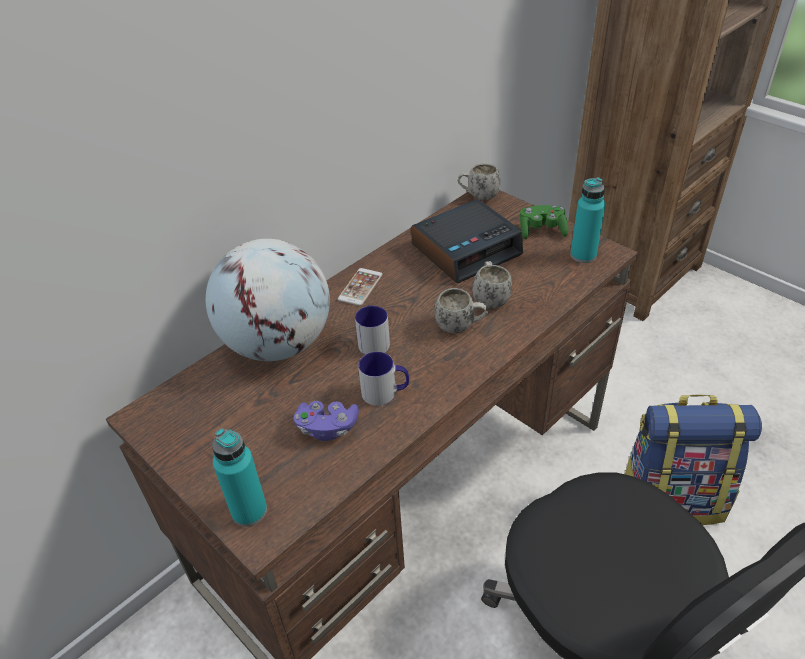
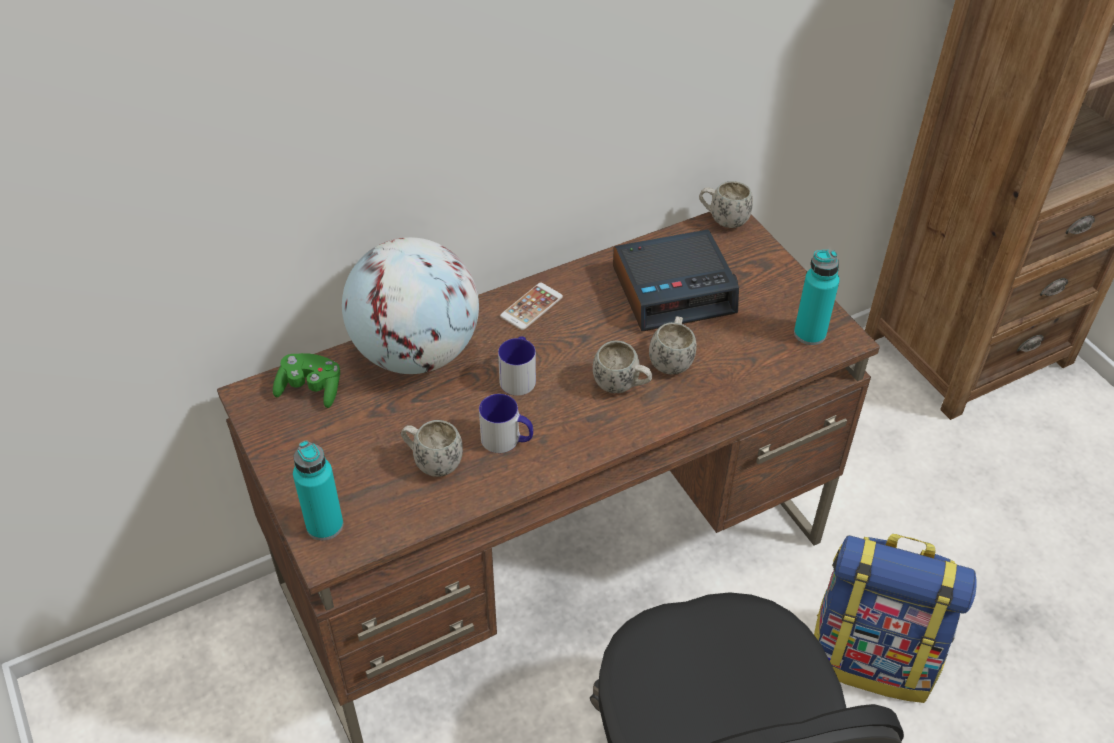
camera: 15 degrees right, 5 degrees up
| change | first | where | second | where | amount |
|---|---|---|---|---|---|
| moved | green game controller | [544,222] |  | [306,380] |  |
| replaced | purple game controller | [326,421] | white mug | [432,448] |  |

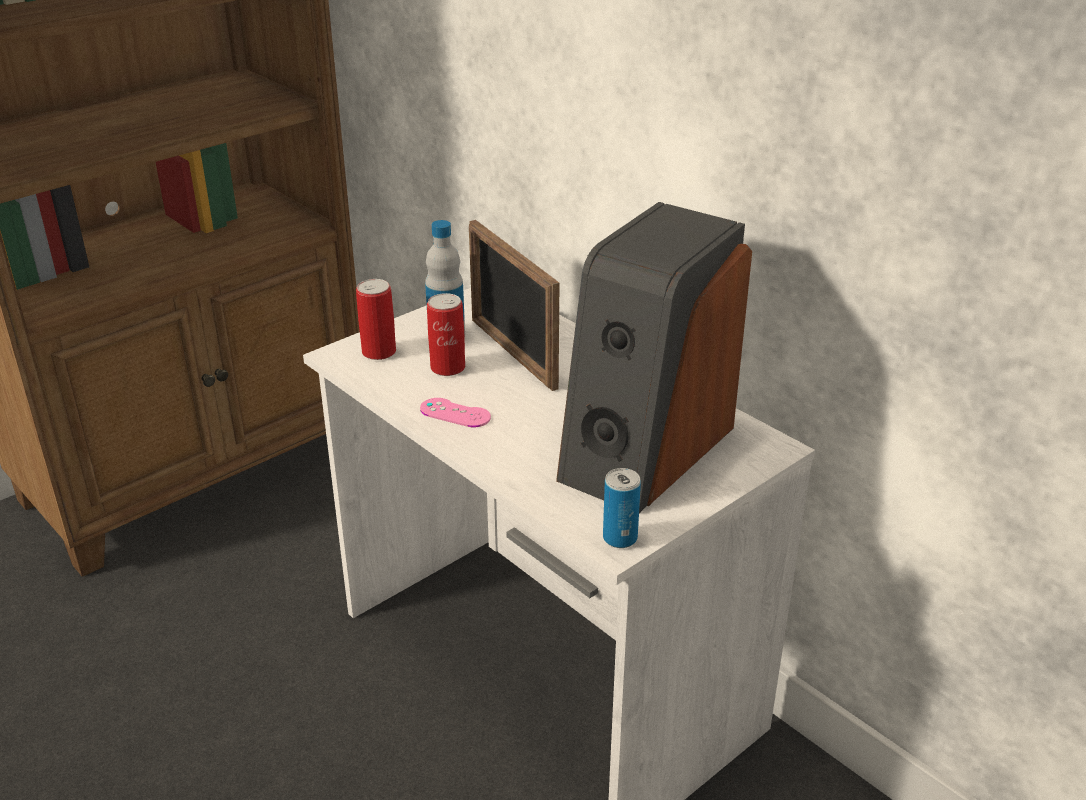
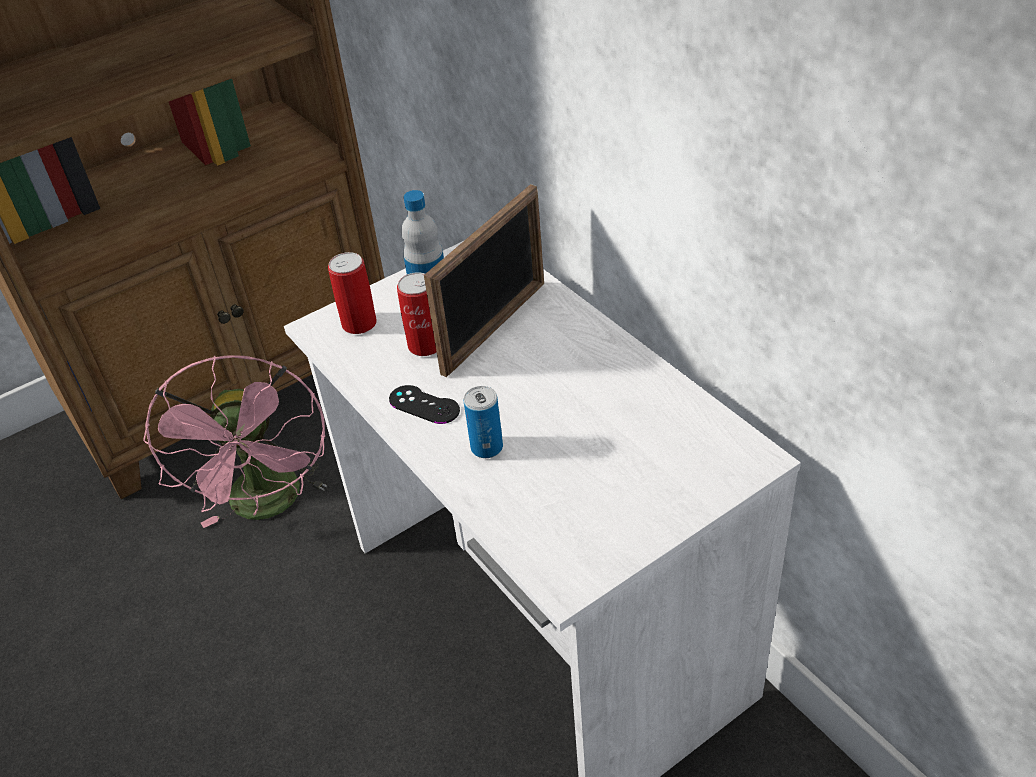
camera: 10 degrees right, 10 degrees up
| change | first | where | second | where | amount |
|---|---|---|---|---|---|
| removed | speaker | [654,357] |  |  |  |
| added |  |  | pink fan | [235,441] |  |
| moved | can | [622,508] |  | [483,422] |  |
| recoloured | pink game controller | [455,412] | black game controller | [424,404] |  |
| turned | picture frame | [514,305] |  | [484,280] | 120 degrees counterclockwise |

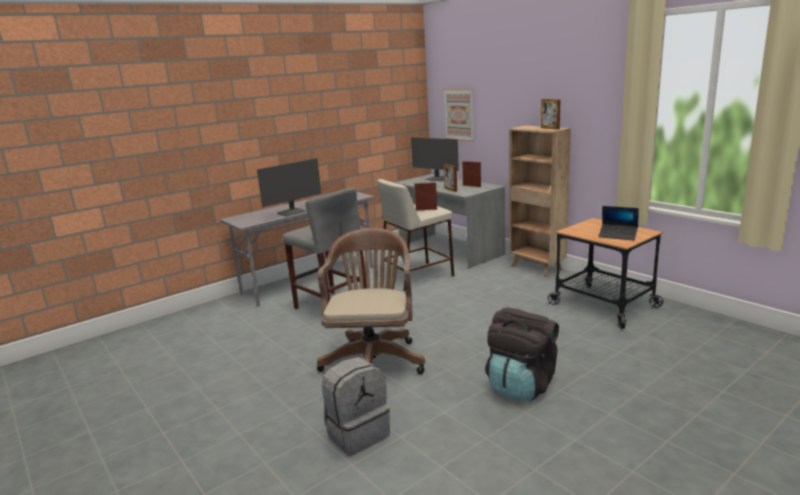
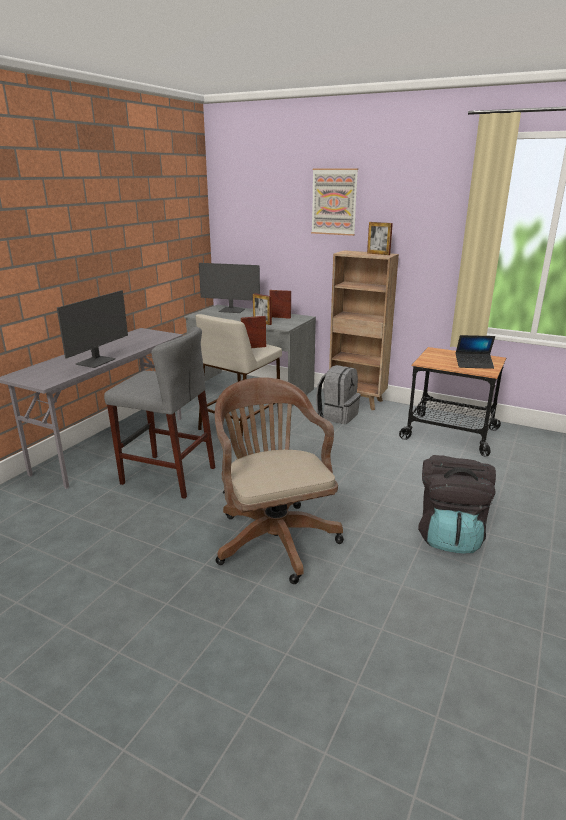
camera: 25 degrees left, 5 degrees up
| change | first | where | second | where | amount |
|---|---|---|---|---|---|
| moved | grey backpack | [356,406] |  | [338,394] |  |
| moved | picture | [459,115] |  | [334,202] |  |

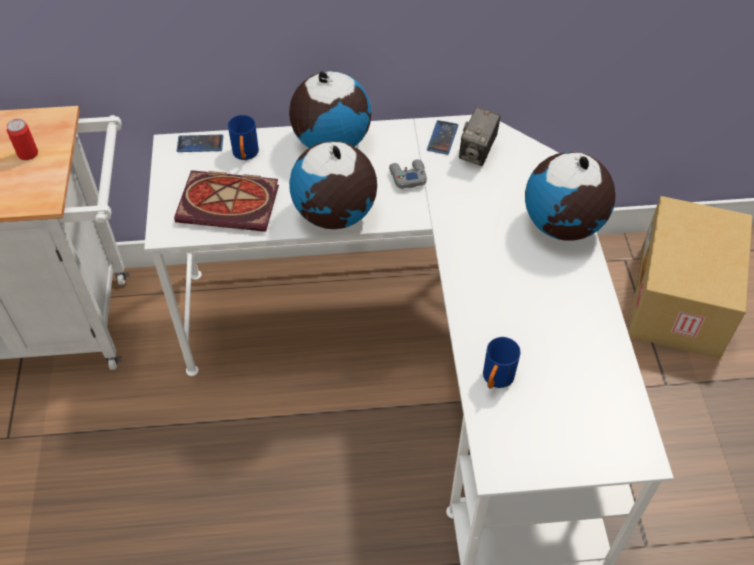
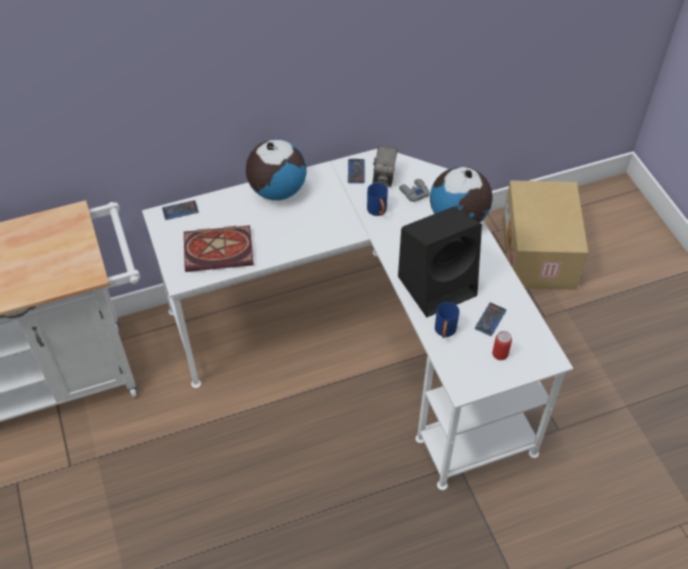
camera: 15 degrees left, 0 degrees up
| change | first | where | second | where | amount |
|---|---|---|---|---|---|
| removed | globe | [333,185] |  |  |  |
| added |  |  | black speaker | [440,262] |  |
| added |  |  | phone | [491,319] |  |
| moved | can | [22,139] |  | [502,345] |  |
| moved | blue mug | [243,137] |  | [377,199] |  |
| moved | grey game controller | [408,174] |  | [414,190] |  |

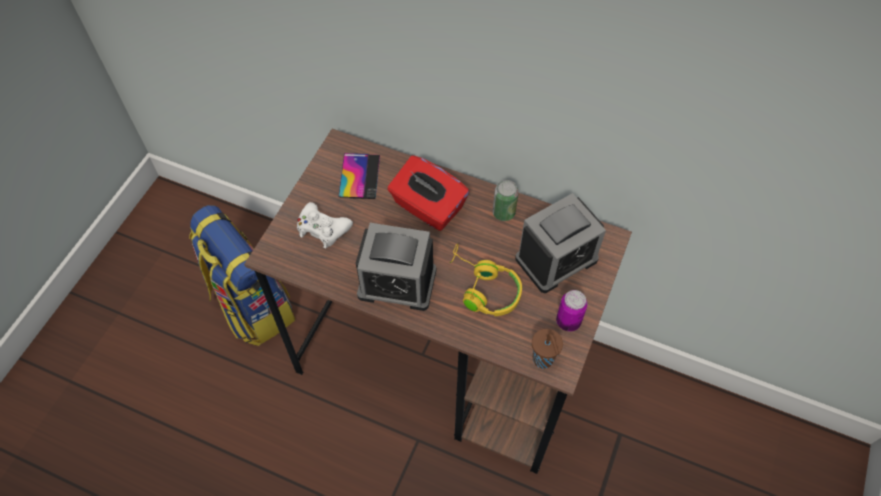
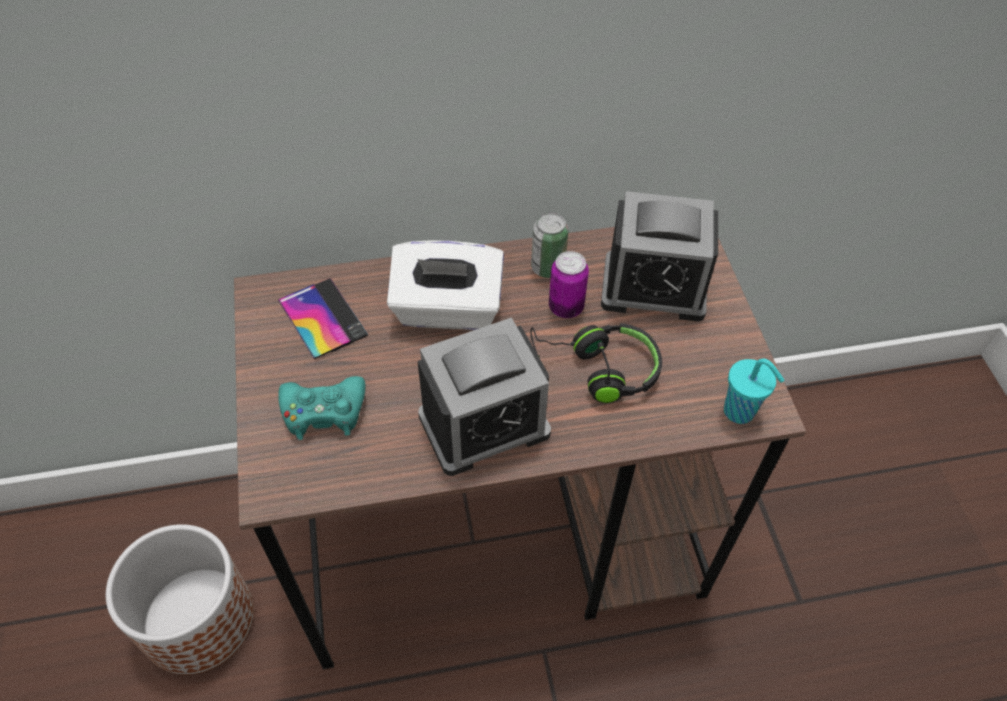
camera: 35 degrees left, 5 degrees down
| change | first | where | second | where | amount |
|---|---|---|---|---|---|
| moved | can | [572,311] |  | [569,284] |  |
| replaced | backpack | [242,275] | planter | [180,599] |  |
| recoloured | white game controller | [325,225] | turquoise game controller | [322,408] |  |
| recoloured | red tissue box | [428,193] | white tissue box | [445,285] |  |
| recoloured | yellow headphones | [486,280] | black headphones | [596,363] |  |
| recoloured | brown cup | [547,349] | turquoise cup | [754,391] |  |
| turned | alarm clock | [560,243] |  | [659,256] | 75 degrees clockwise |

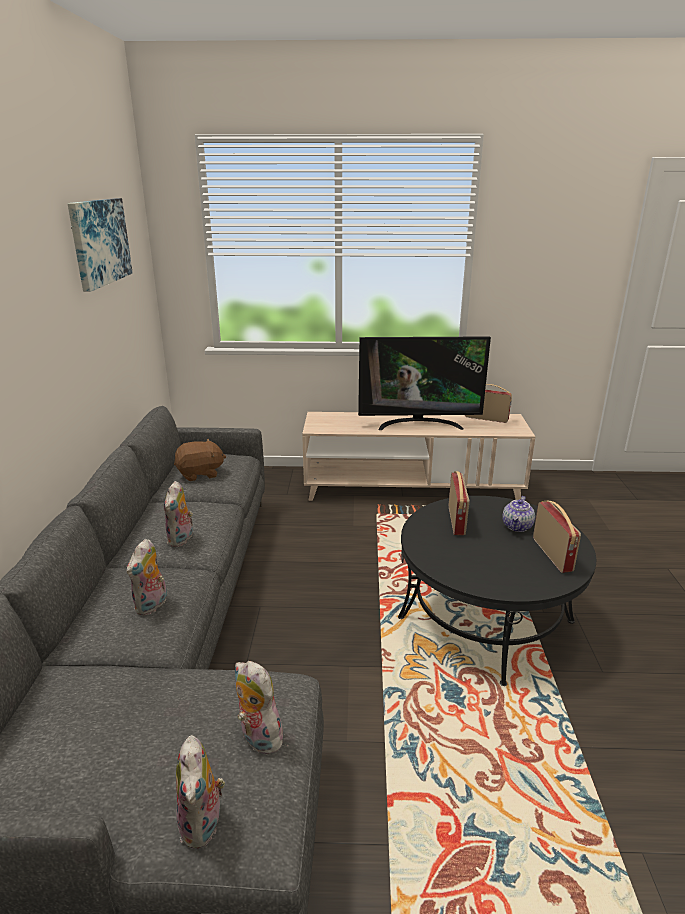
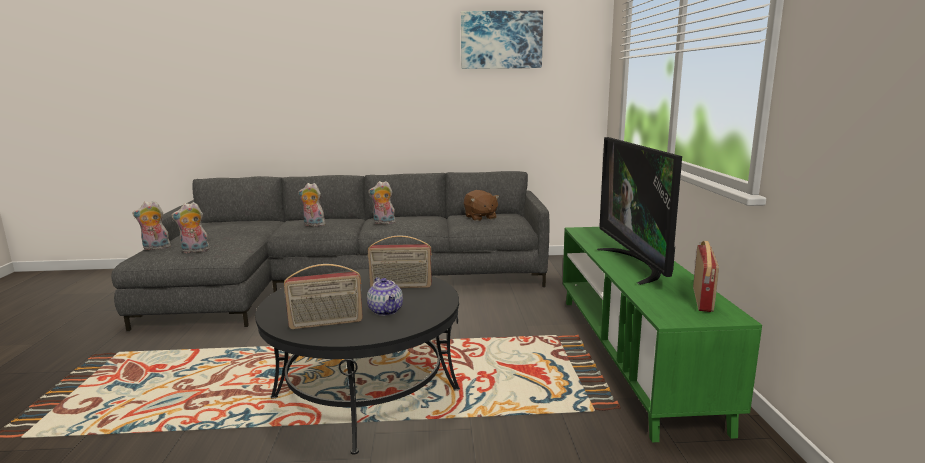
camera: 85 degrees right, 10 degrees down
| change | first | where | second | where | amount |
|---|---|---|---|---|---|
| recoloured | beige tv stand | [418,456] | green tv stand | [662,335] |  |
| turned | plush toy | [259,707] |  | [190,227] | 150 degrees counterclockwise |
| turned | teapot | [518,514] |  | [385,296] | 135 degrees counterclockwise |

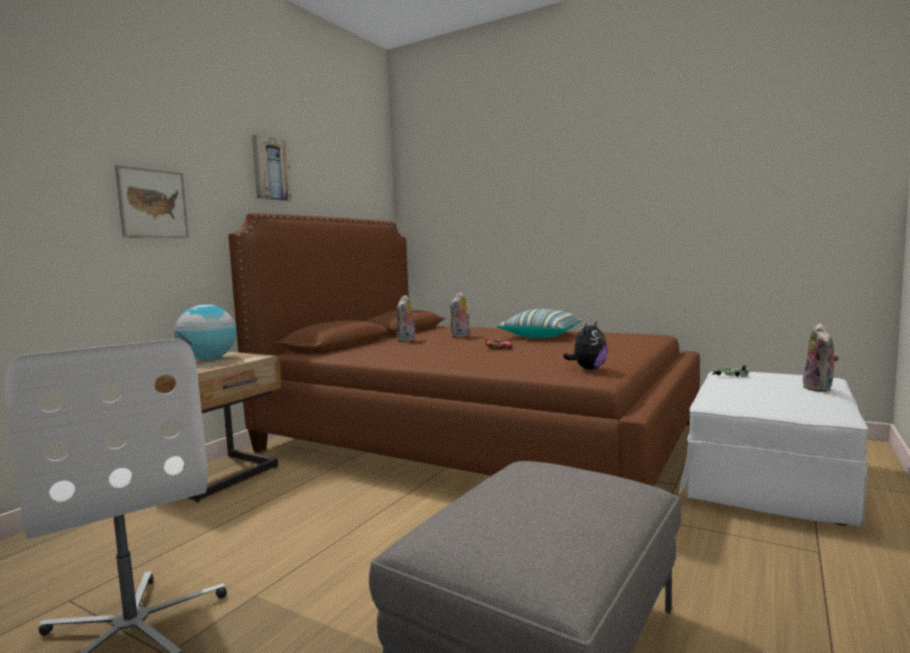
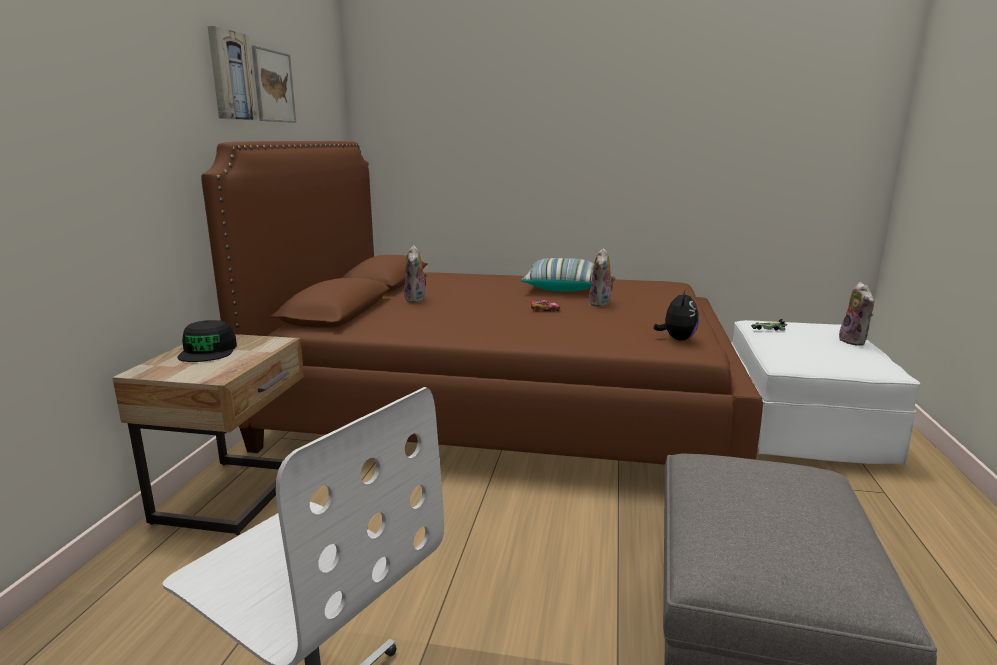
camera: 20 degrees left, 10 degrees up
| change | first | where | second | where | amount |
|---|---|---|---|---|---|
| moved | picture | [152,201] |  | [274,84] |  |
| moved | plush toy | [460,315] |  | [602,277] |  |
| replaced | globe | [205,332] | black cap | [207,341] |  |

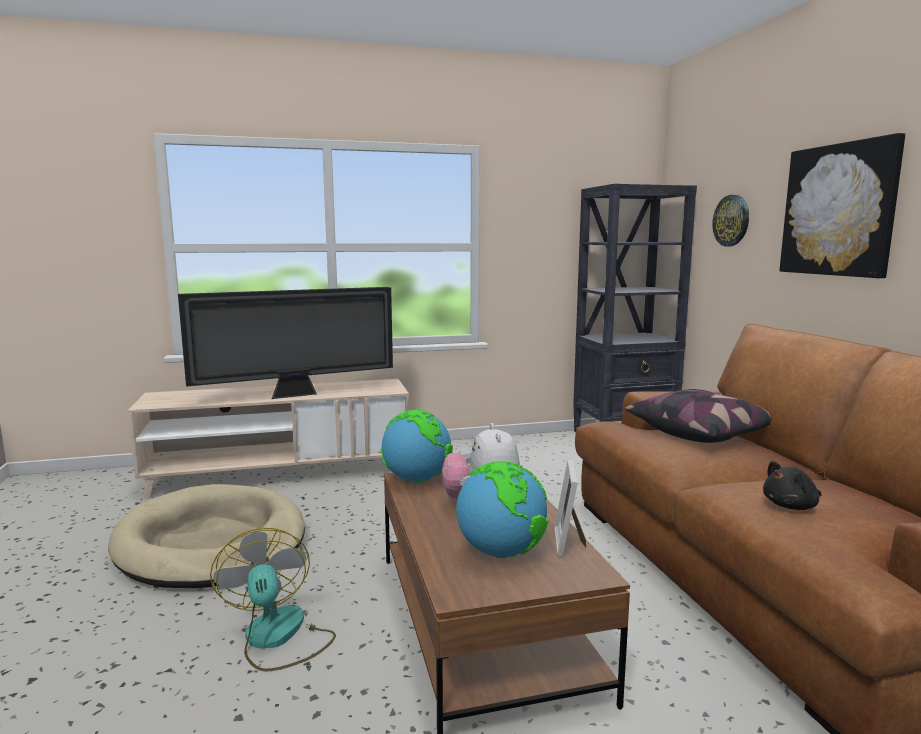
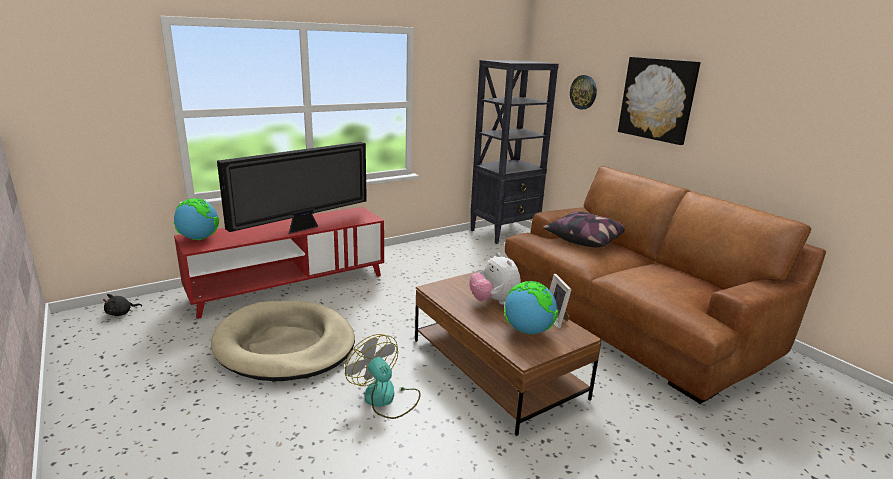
camera: 20 degrees left, 10 degrees up
| change | first | where | second | where | amount |
|---|---|---|---|---|---|
| moved | globe | [416,446] |  | [196,219] |  |
| moved | black plush toy | [792,485] |  | [122,305] |  |
| recoloured | beige tv stand | [268,439] | red tv stand | [279,263] |  |

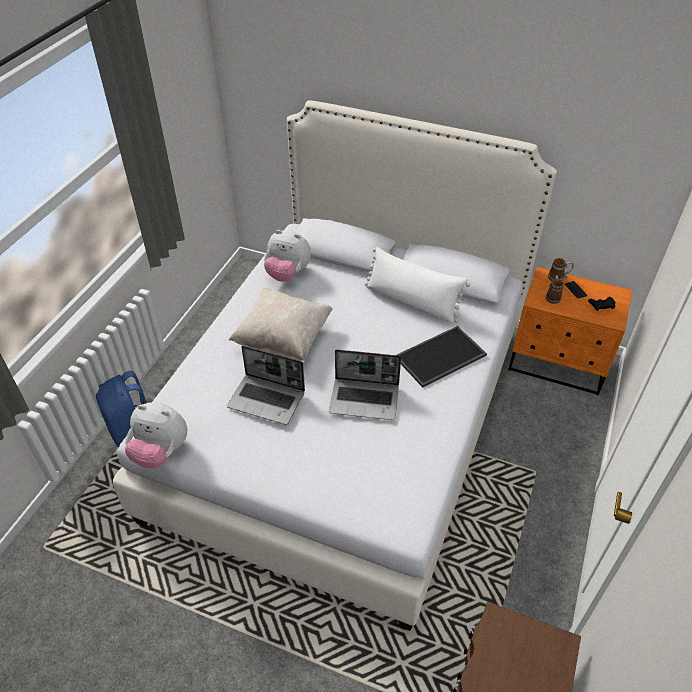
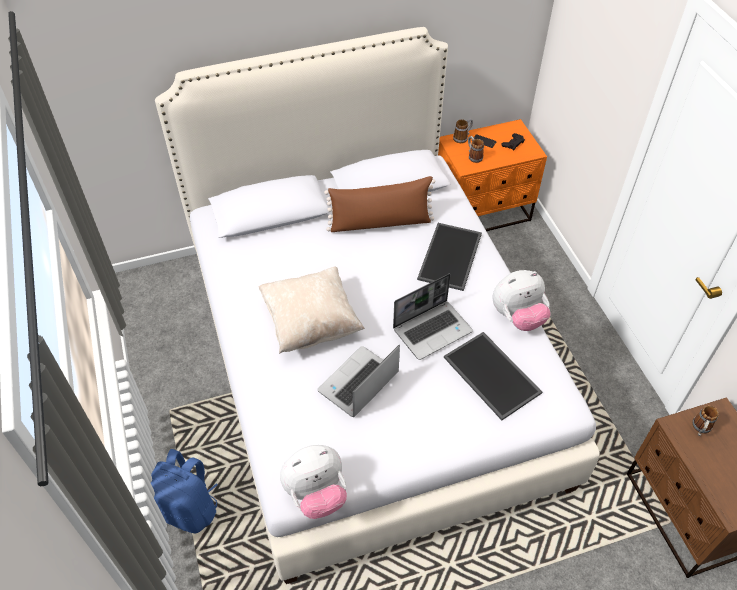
camera: 40 degrees left, 5 degrees up
| change | first | where | second | where | amount |
|---|---|---|---|---|---|
| added |  |  | tray | [493,376] |  |
| added |  |  | mug | [705,420] |  |
| moved | plush toy | [287,256] |  | [521,300] |  |
| recoloured | white pillow | [417,285] | brown pillow | [379,204] |  |
| turned | laptop | [266,385] |  | [358,381] | 150 degrees clockwise |

